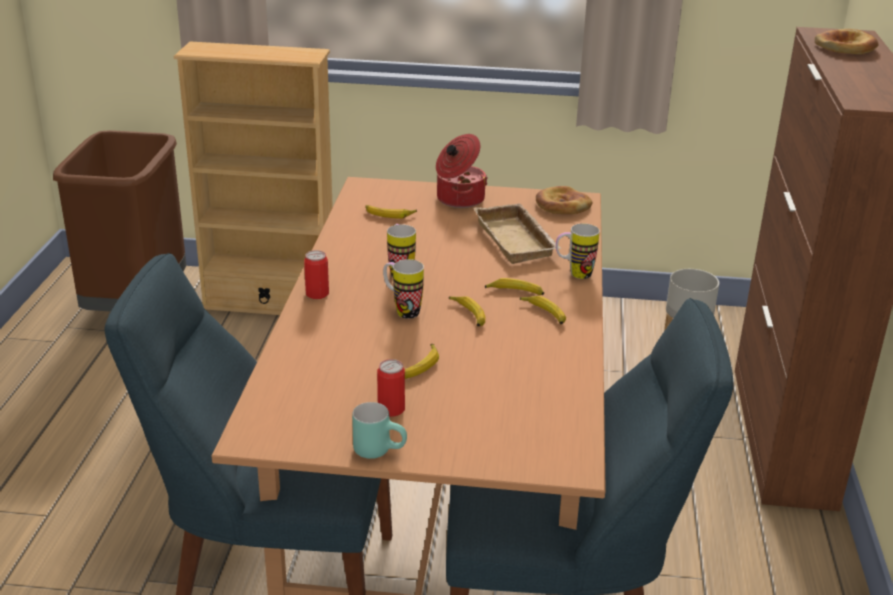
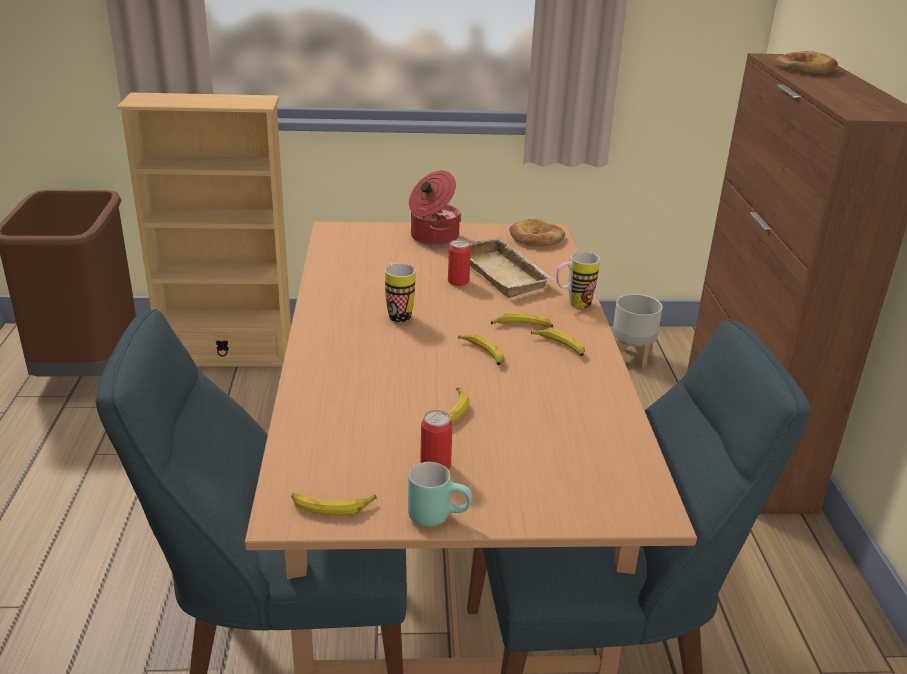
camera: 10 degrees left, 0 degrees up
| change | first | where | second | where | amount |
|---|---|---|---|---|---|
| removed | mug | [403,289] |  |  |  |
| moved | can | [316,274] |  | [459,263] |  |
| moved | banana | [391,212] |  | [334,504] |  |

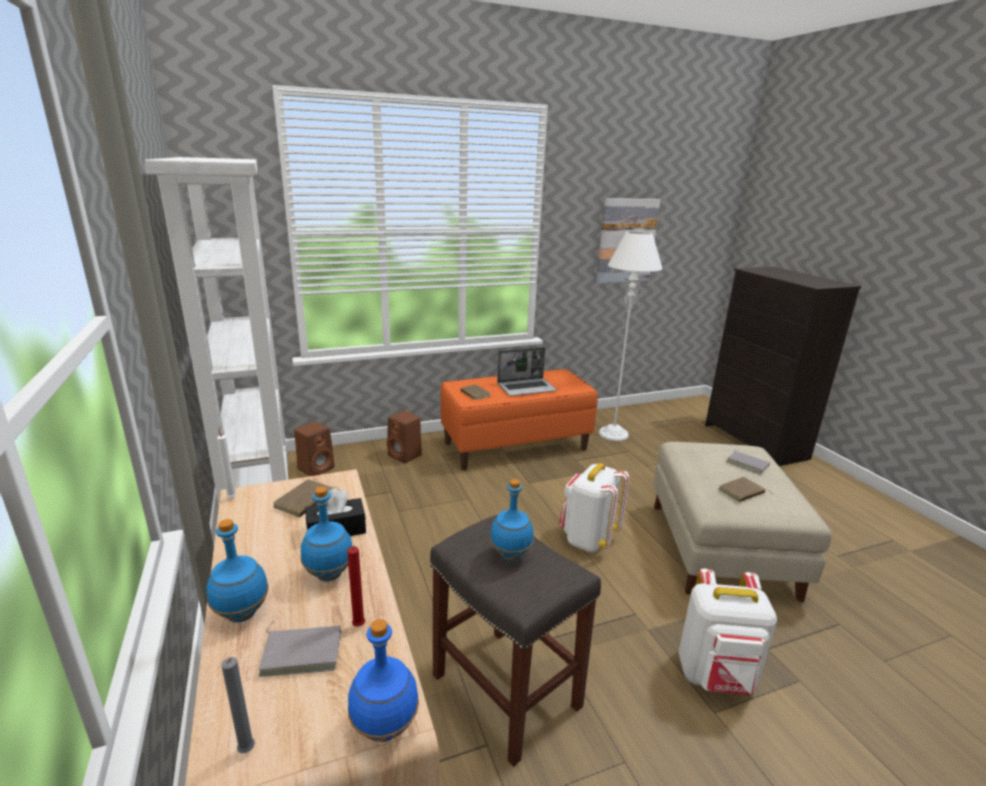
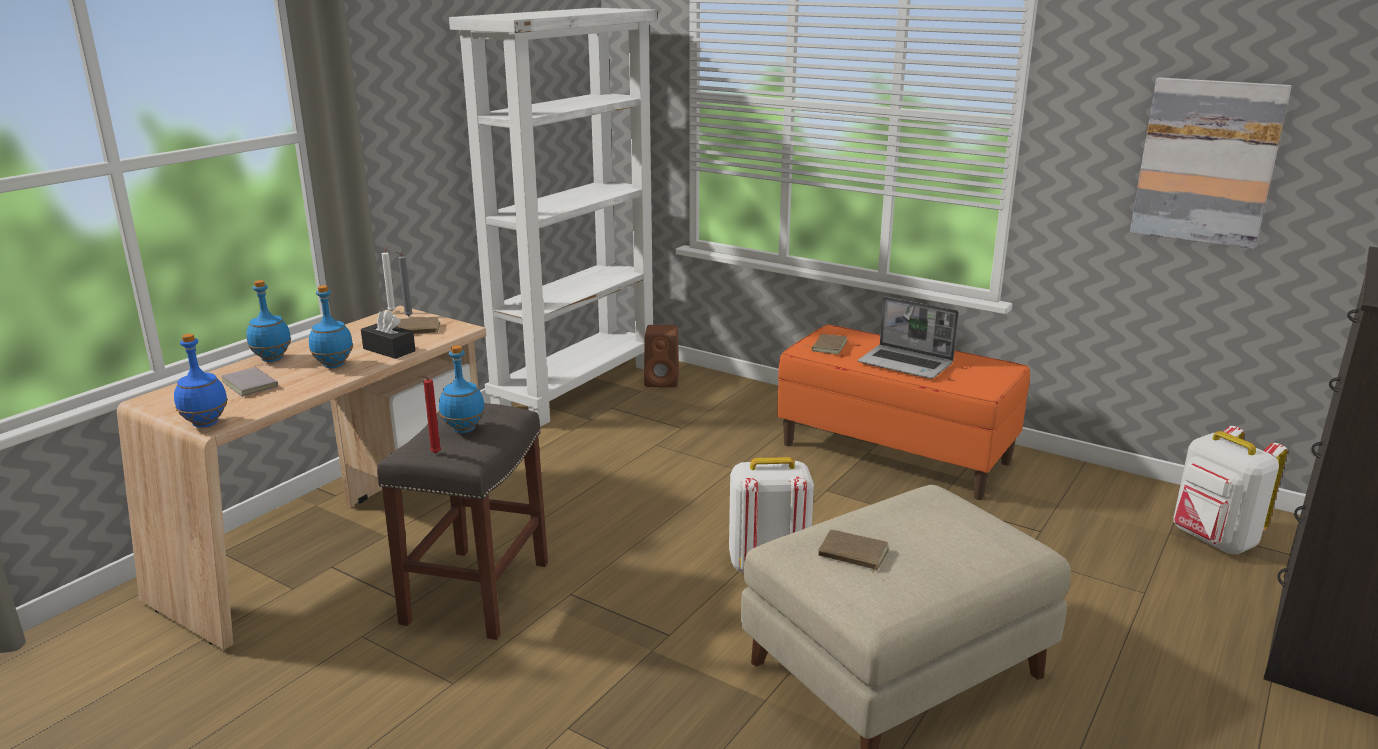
camera: 55 degrees right, 0 degrees up
| change | first | where | second | where | amount |
|---|---|---|---|---|---|
| removed | brown speaker | [404,437] |  |  |  |
| removed | white floor lamp | [631,336] |  |  |  |
| removed | grey book | [748,461] |  |  |  |
| moved | grey candle | [238,705] |  | [404,284] |  |
| moved | red candle | [356,586] |  | [430,414] |  |
| moved | white backpack | [727,632] |  | [1230,490] |  |

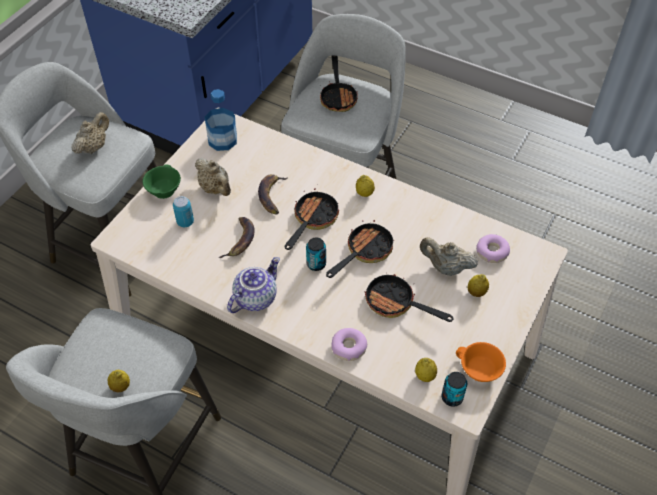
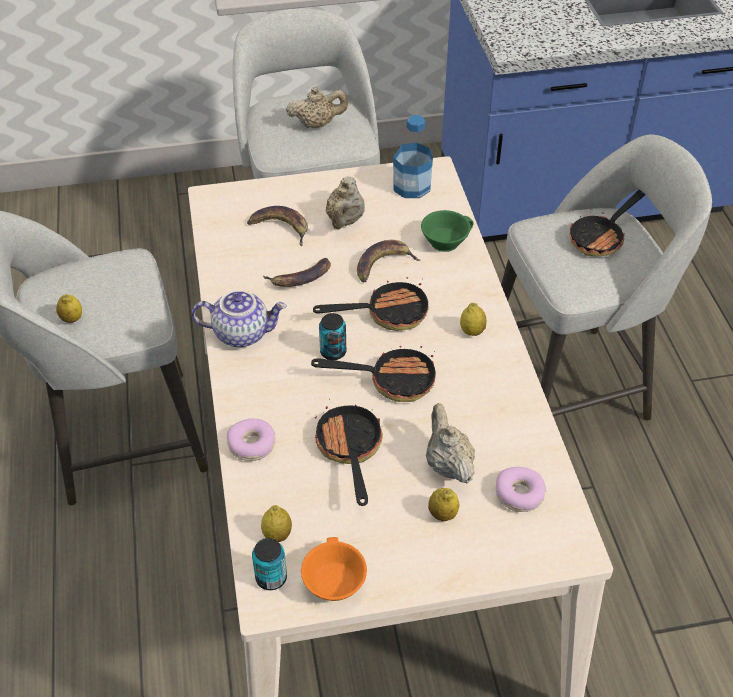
camera: 50 degrees right, 5 degrees down
| change | first | where | second | where | amount |
|---|---|---|---|---|---|
| moved | green cup | [162,181] |  | [447,231] |  |
| replaced | can | [183,211] | banana | [277,226] |  |

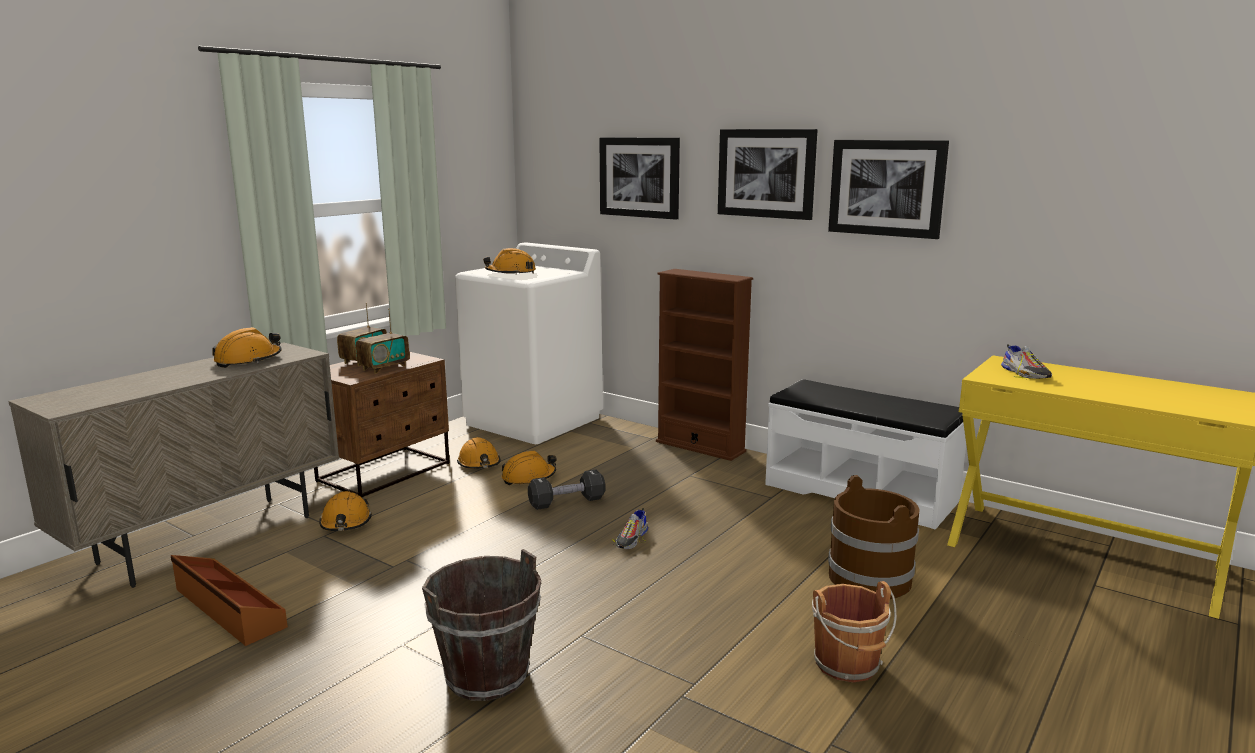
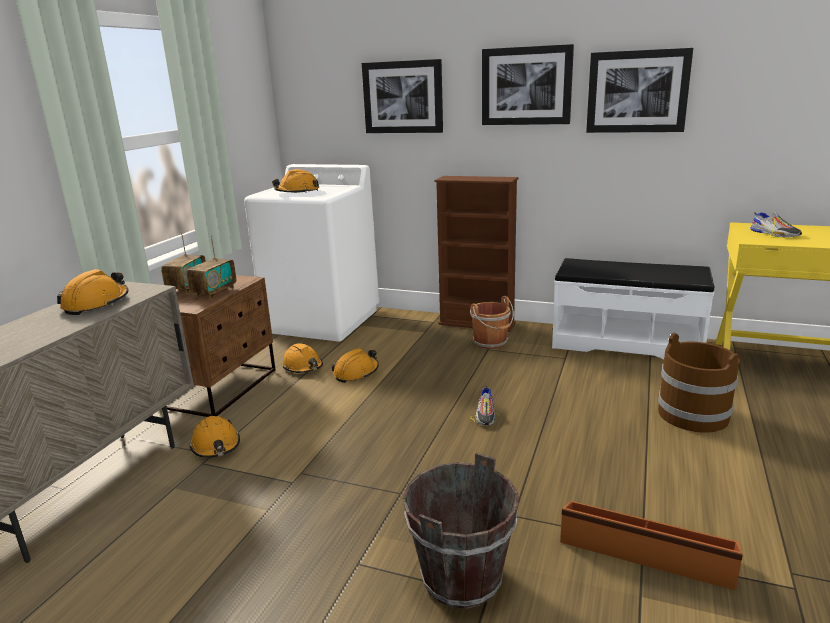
camera: 15 degrees left, 5 degrees up
| change | first | where | second | where | amount |
|---|---|---|---|---|---|
| removed | black dumbbell | [566,490] |  |  |  |
| moved | brown storage box | [229,600] |  | [651,545] |  |
| moved | brown bucket | [854,631] |  | [492,322] |  |

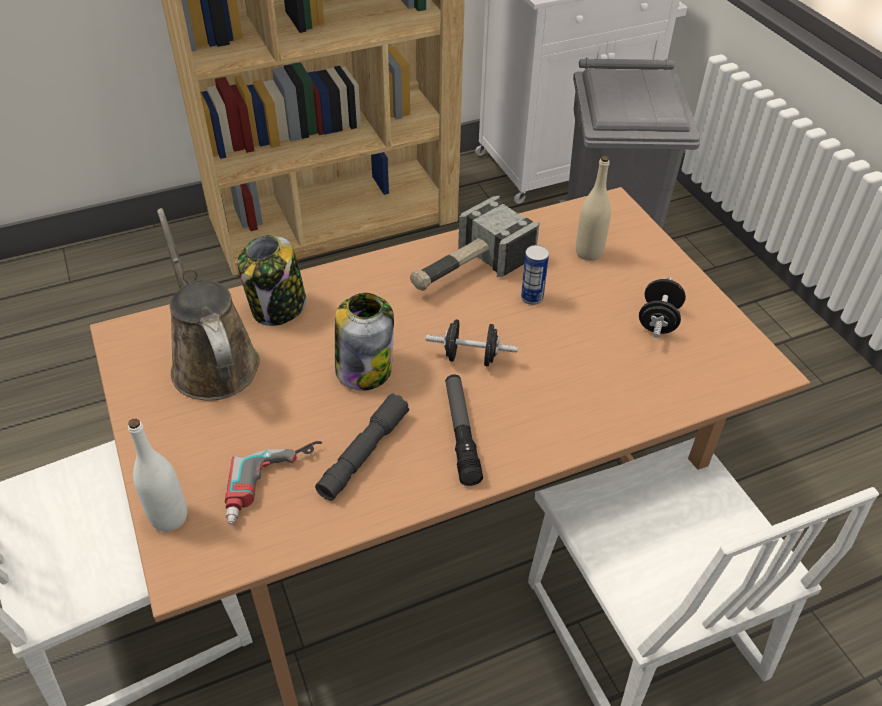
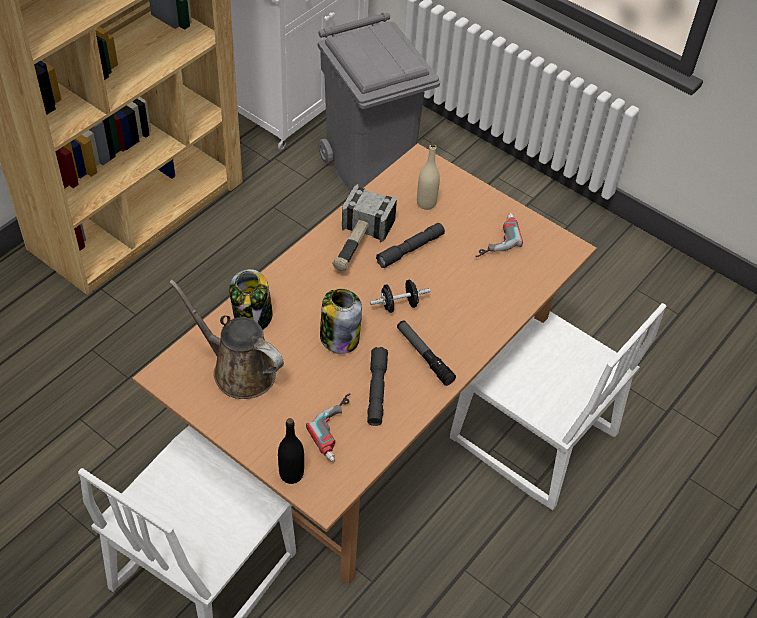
camera: 30 degrees left, 5 degrees up
| change | first | where | second | where | amount |
|---|---|---|---|---|---|
| replaced | can | [535,275] | grey flashlight | [410,245] |  |
| replaced | black dumbbell | [662,307] | power drill | [499,235] |  |
| recoloured | white bottle | [157,475] | black bottle | [291,451] |  |

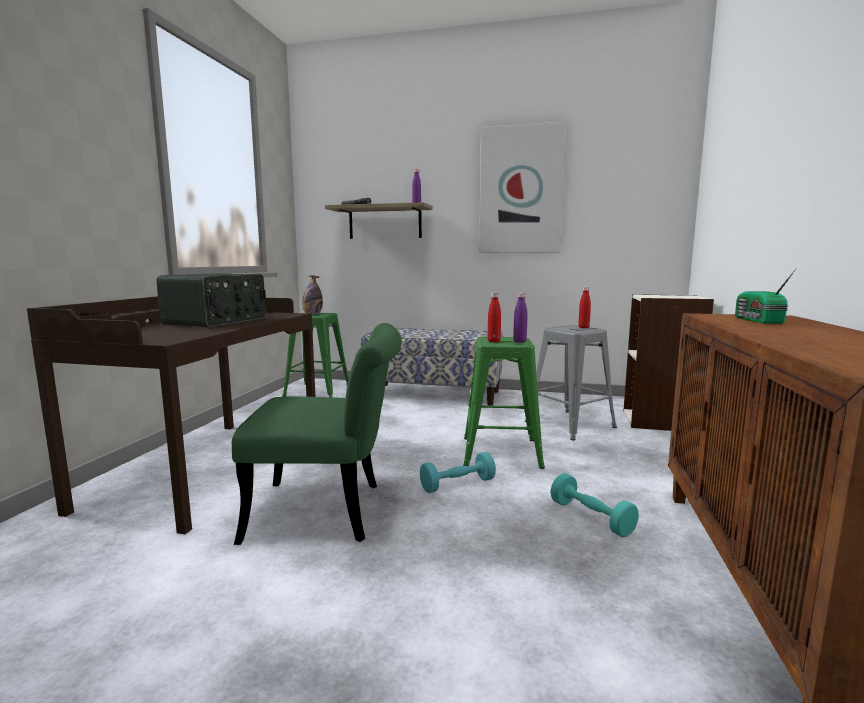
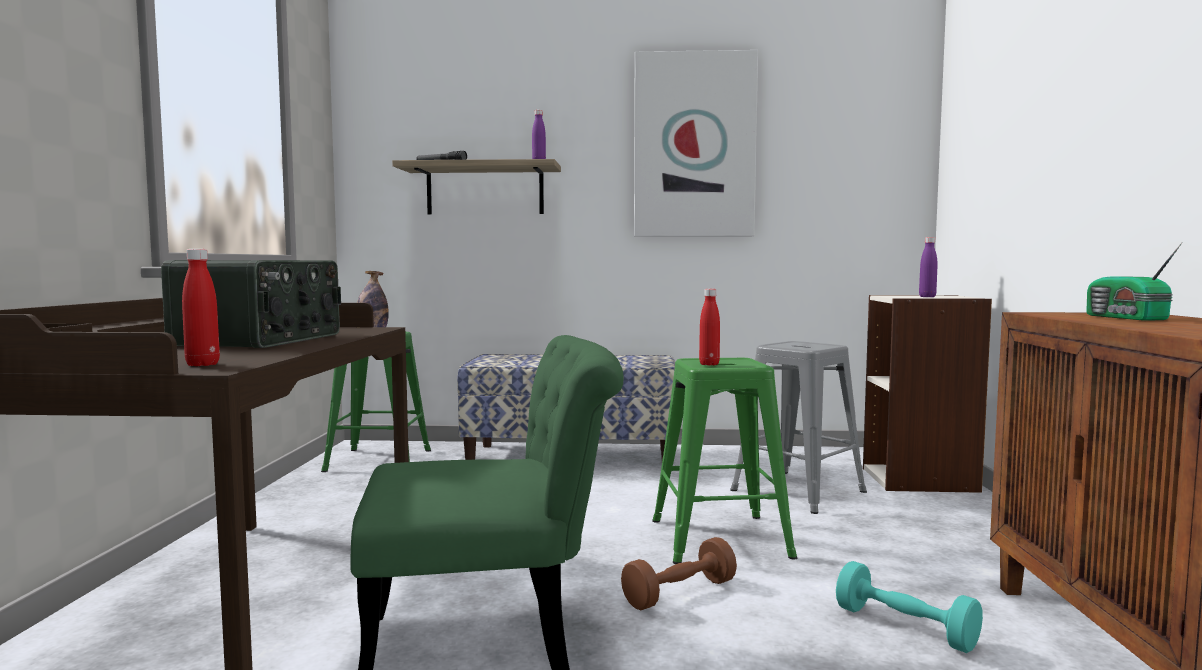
camera: 10 degrees left, 5 degrees down
| change | first | where | second | where | amount |
|---|---|---|---|---|---|
| moved | purple bottle | [520,317] |  | [928,267] |  |
| moved | red bottle | [584,307] |  | [201,307] |  |
| recoloured | turquoise dumbbell | [458,472] | brown dumbbell | [679,573] |  |

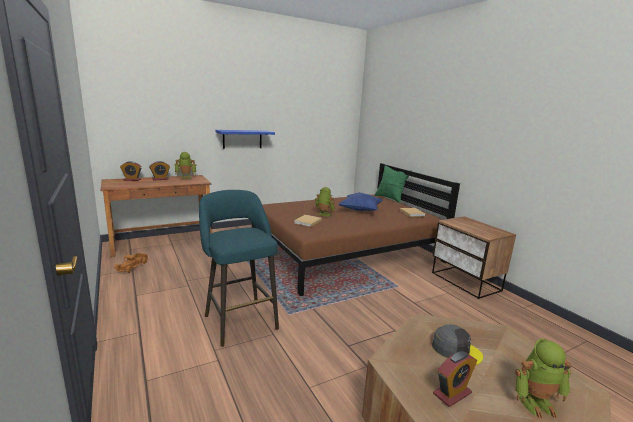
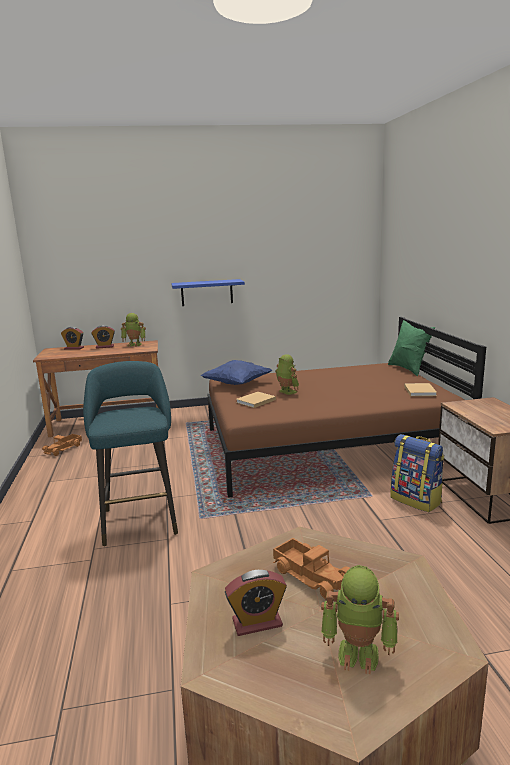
camera: 20 degrees right, 0 degrees up
| change | first | where | second | where | amount |
|---|---|---|---|---|---|
| added |  |  | backpack | [417,473] |  |
| moved | blue pillow | [360,202] |  | [236,372] |  |
| replaced | grey cap | [457,345] | toy truck | [311,568] |  |

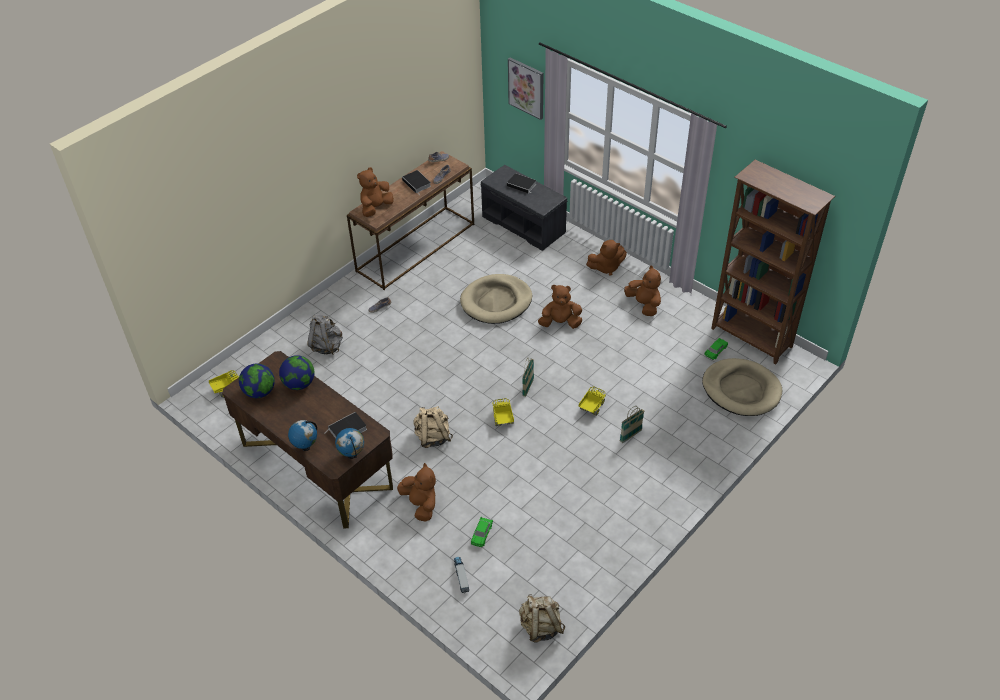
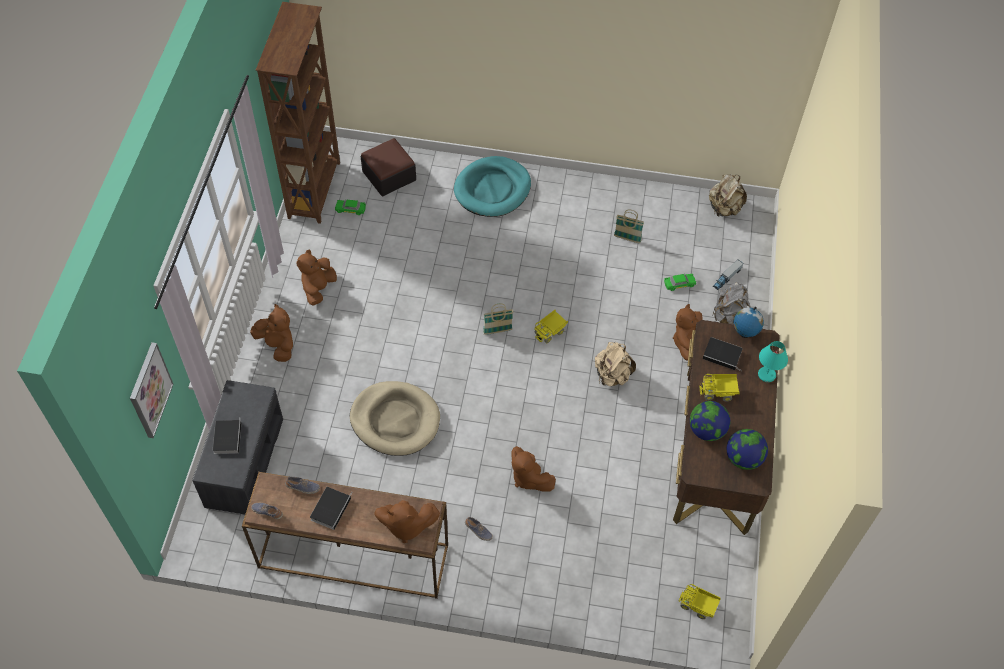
camera: 125 degrees left, 10 degrees up
| change | first | where | second | where | amount |
|---|---|---|---|---|---|
| added |  |  | turquoise dog bed | [492,186] |  |
| moved | grey backpack | [325,334] |  | [731,303] |  |
| moved | brown plush toy | [560,307] |  | [533,469] |  |
| moved | toy truck | [592,401] |  | [719,388] |  |
| moved | basket | [632,424] |  | [629,226] |  |
| replaced | globe | [302,435] | turquoise table lamp | [773,361] |  |
| replaced | beige dog bed | [742,387] | ottoman | [388,167] |  |

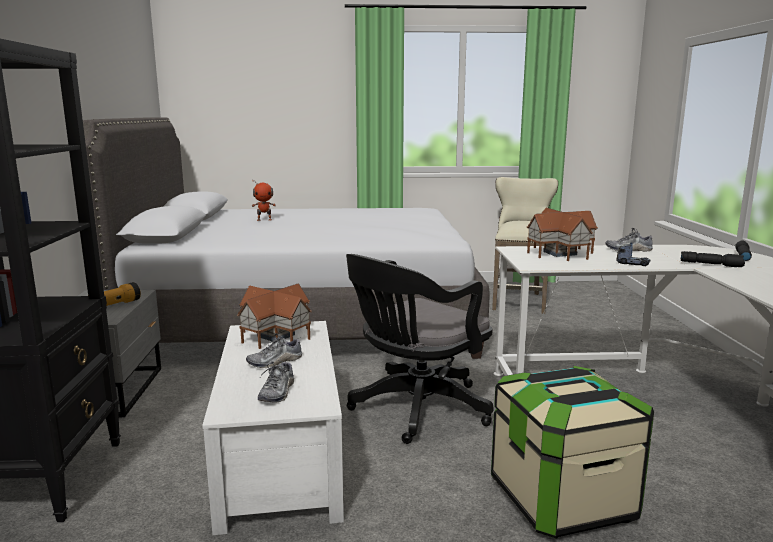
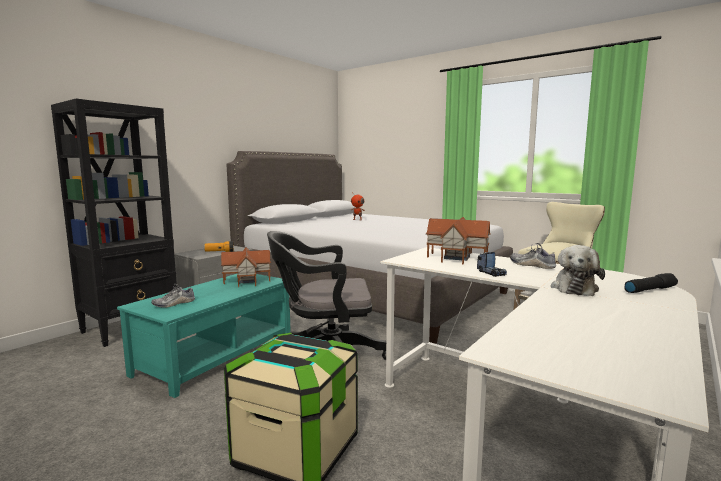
camera: 40 degrees right, 5 degrees down
| change | first | where | second | where | amount |
|---|---|---|---|---|---|
| removed | shoe | [274,350] |  |  |  |
| replaced | black flashlight | [713,259] | plush toy | [578,270] |  |
| recoloured | white coffee table | [273,428] | turquoise coffee table | [204,336] |  |

